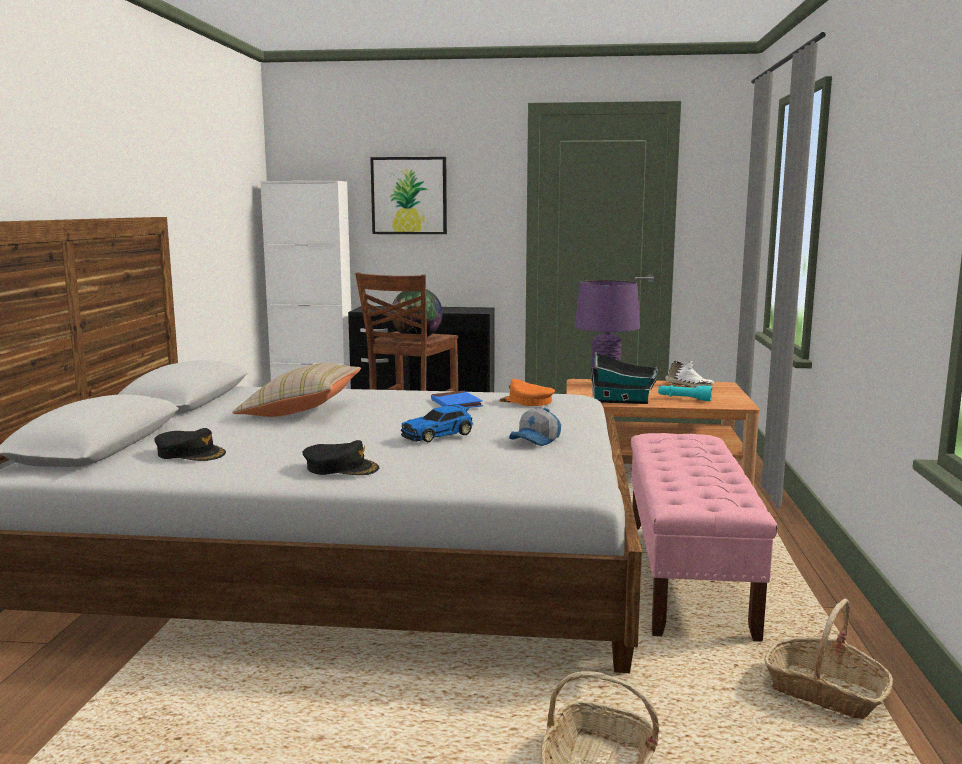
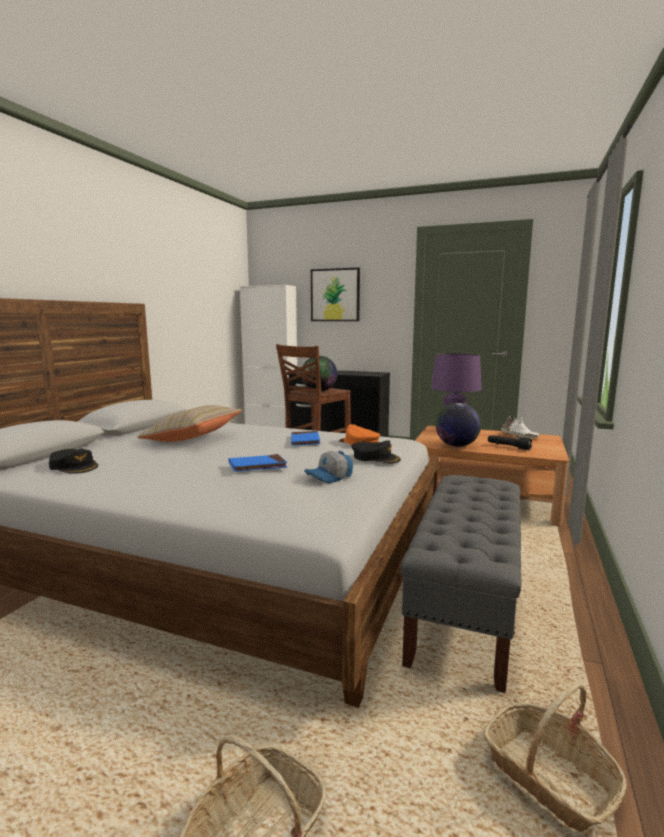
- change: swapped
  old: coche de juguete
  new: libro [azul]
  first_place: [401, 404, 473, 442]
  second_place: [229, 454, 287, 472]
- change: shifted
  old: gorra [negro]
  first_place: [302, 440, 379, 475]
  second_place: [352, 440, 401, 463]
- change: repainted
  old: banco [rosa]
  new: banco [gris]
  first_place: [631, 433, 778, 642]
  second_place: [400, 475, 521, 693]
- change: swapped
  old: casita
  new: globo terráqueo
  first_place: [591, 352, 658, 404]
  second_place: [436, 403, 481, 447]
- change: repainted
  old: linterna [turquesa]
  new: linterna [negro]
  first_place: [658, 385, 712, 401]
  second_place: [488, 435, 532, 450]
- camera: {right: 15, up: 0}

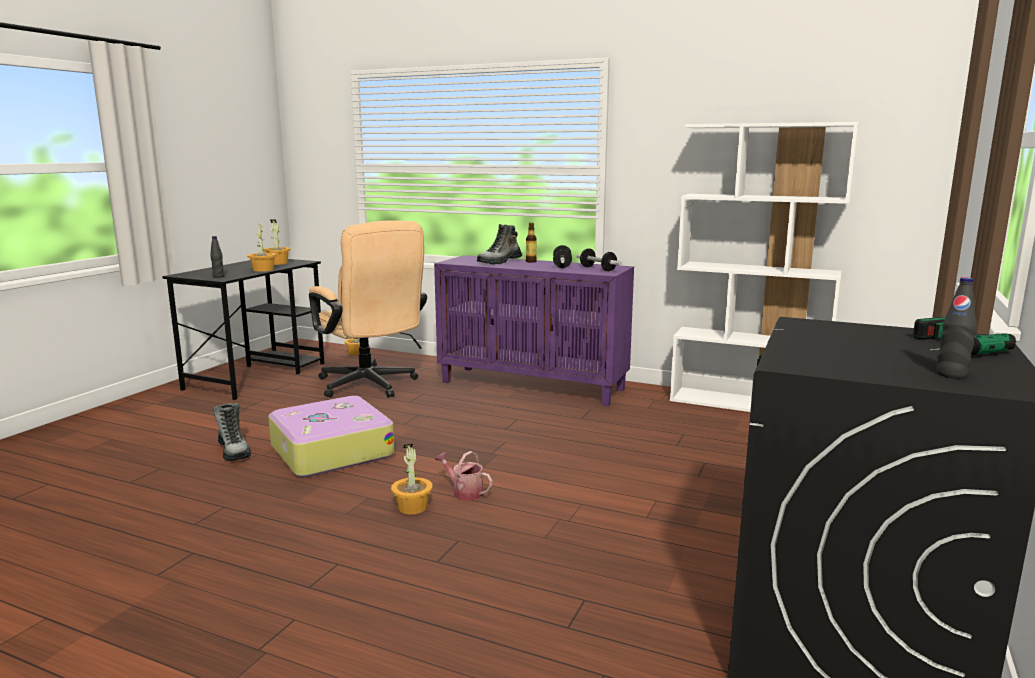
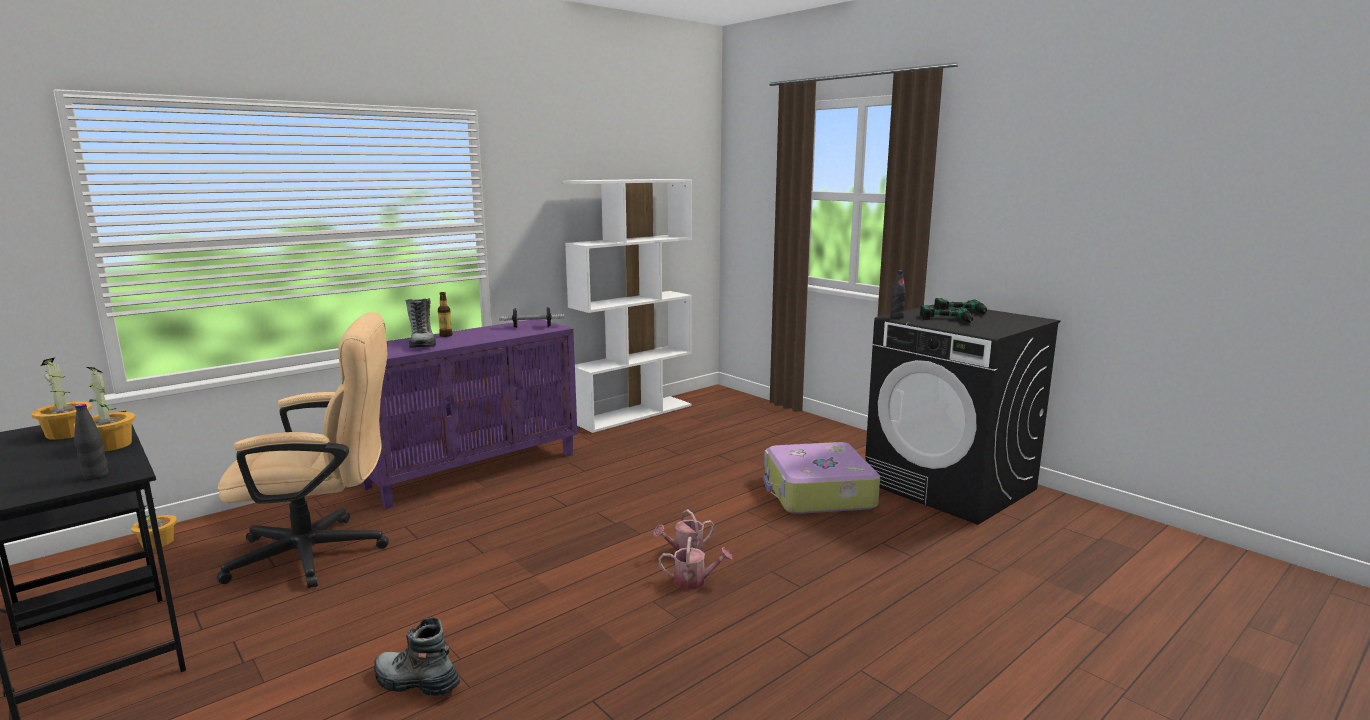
- change: rotated
  old: bota
  first_place: [213, 403, 251, 461]
  second_place: [374, 617, 460, 696]
  degrees: -150
- change: swapped
  old: planta en maceta
  new: regadera
  first_place: [391, 444, 433, 514]
  second_place: [659, 537, 733, 590]
- change: shifted
  old: maleta
  first_place: [268, 396, 395, 477]
  second_place: [764, 442, 880, 514]
- change: shifted
  old: botella [negro]
  first_place: [936, 277, 977, 378]
  second_place: [891, 271, 906, 318]
- change: new
  new: taladro
  second_place: [920, 305, 973, 323]
- change: gone
  old: mancuerna
  first_place: [553, 245, 572, 268]
- camera: {right: -65, up: 0}

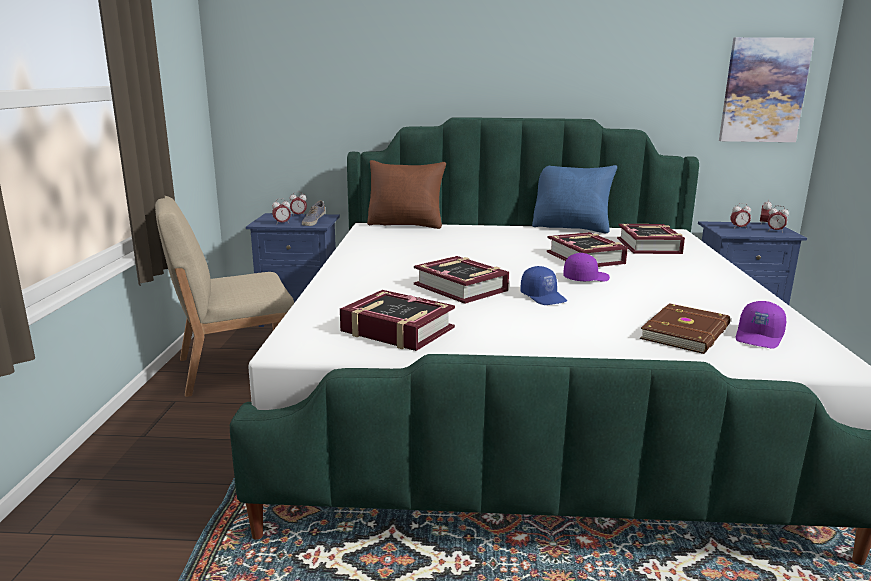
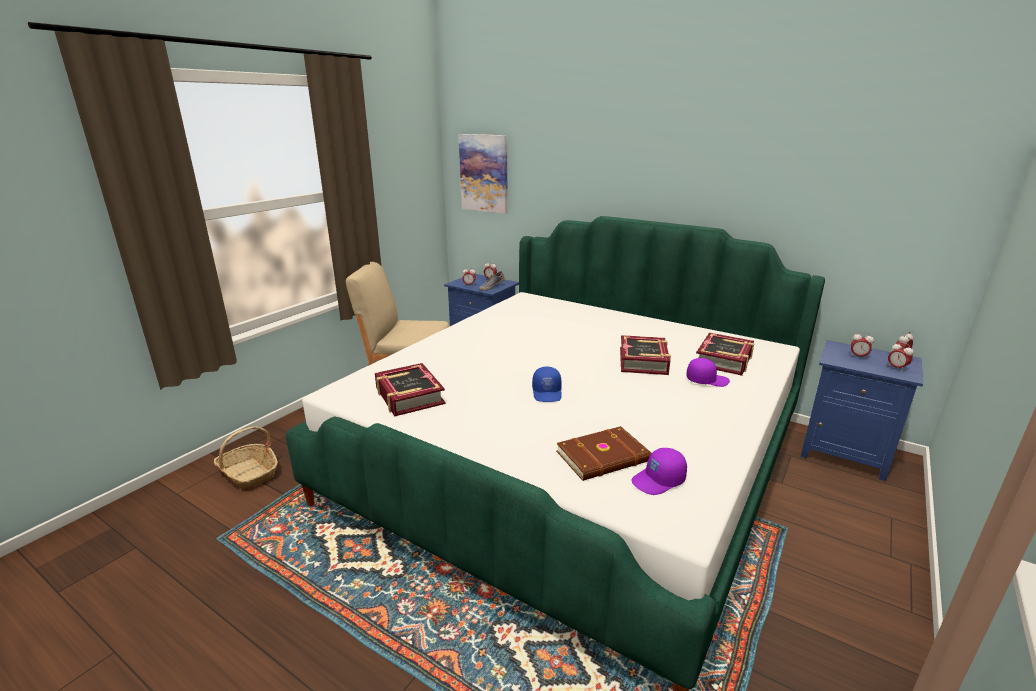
- change: new
  new: cesta
  second_place: [214, 426, 278, 490]
- change: shifted
  old: cuadro
  first_place: [719, 37, 814, 142]
  second_place: [459, 134, 508, 214]
- change: shifted
  old: gorra [morado]
  first_place: [563, 253, 610, 282]
  second_place: [686, 358, 730, 387]
- change: gone
  old: cojín [marrón]
  first_place: [367, 160, 446, 229]
- change: gone
  old: libro
  first_place: [414, 256, 509, 304]
- change: gone
  old: cojín [azul]
  first_place: [532, 165, 617, 233]
- camera: {right: 30, up: 5}

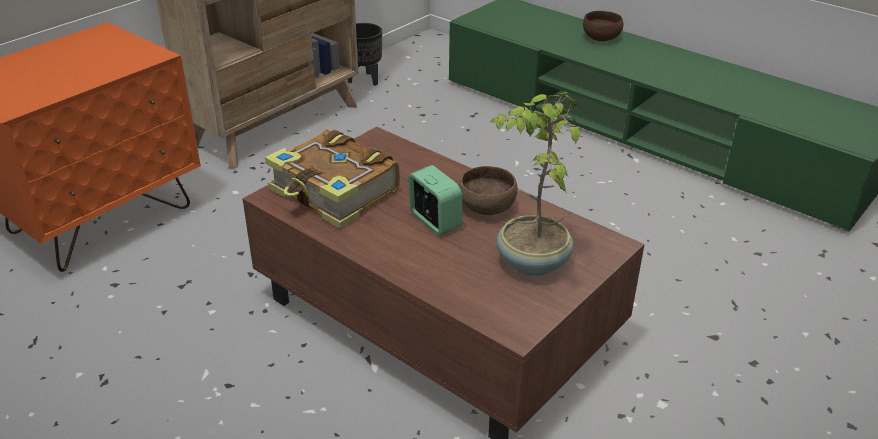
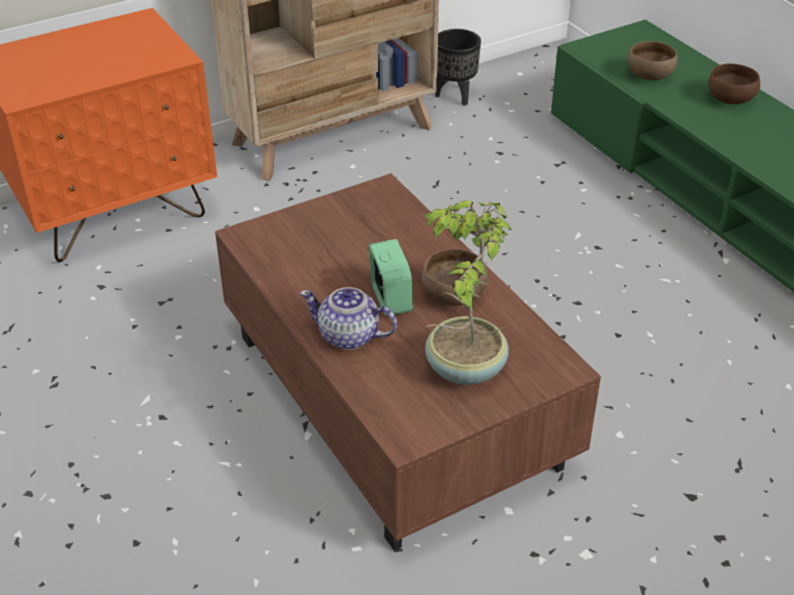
- change: new
  new: tetera
  second_place: [300, 287, 397, 350]
- change: new
  new: cuenco [marrón]
  second_place: [628, 41, 677, 80]
- change: gone
  old: libro
  first_place: [265, 129, 400, 229]
- camera: {right: 20, up: 5}

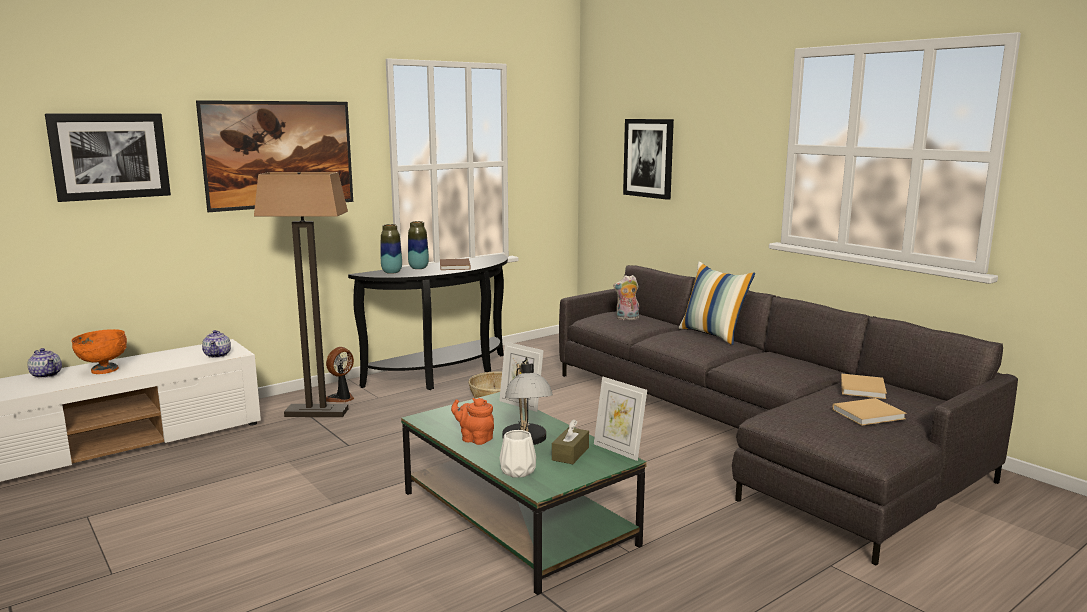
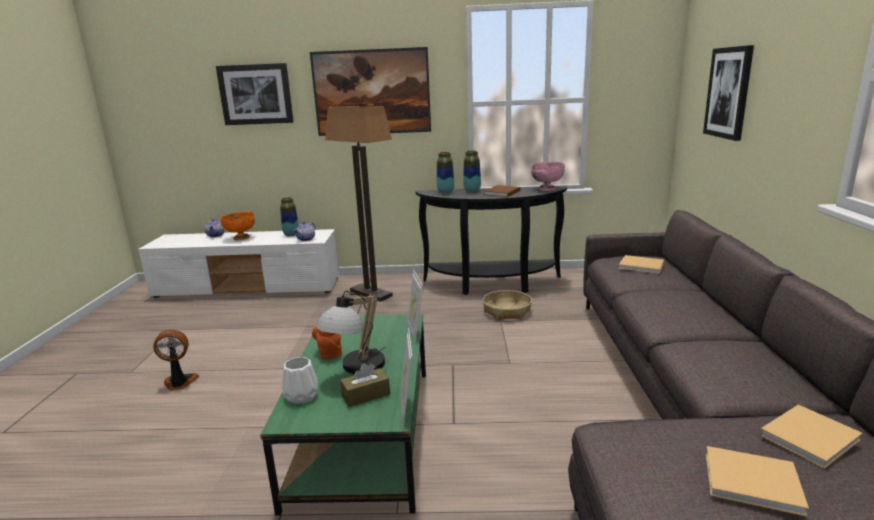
- change: shifted
  old: ventilador
  first_place: [326, 347, 354, 402]
  second_place: [153, 329, 199, 391]
- change: new
  new: florero
  second_place: [280, 197, 299, 236]
- change: new
  new: cuenco [rosa]
  second_place: [531, 162, 565, 191]
- change: swapped
  old: peluche
  new: libro [beis]
  first_place: [613, 275, 639, 320]
  second_place: [618, 255, 664, 274]
- change: gone
  old: cojín
  first_place: [679, 262, 755, 345]
- camera: {right: 40, up: 5}

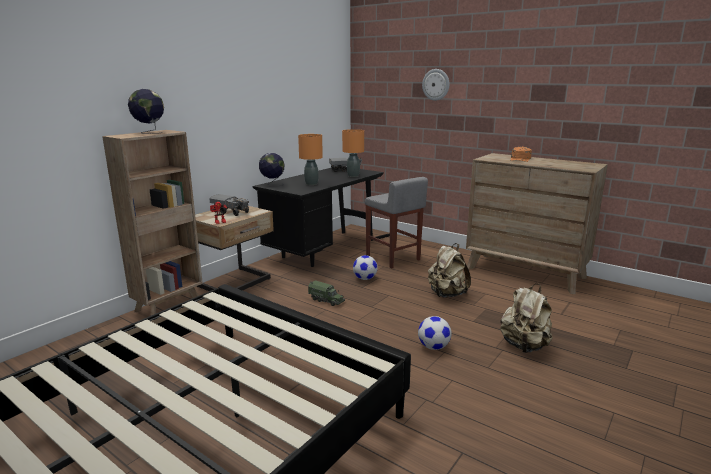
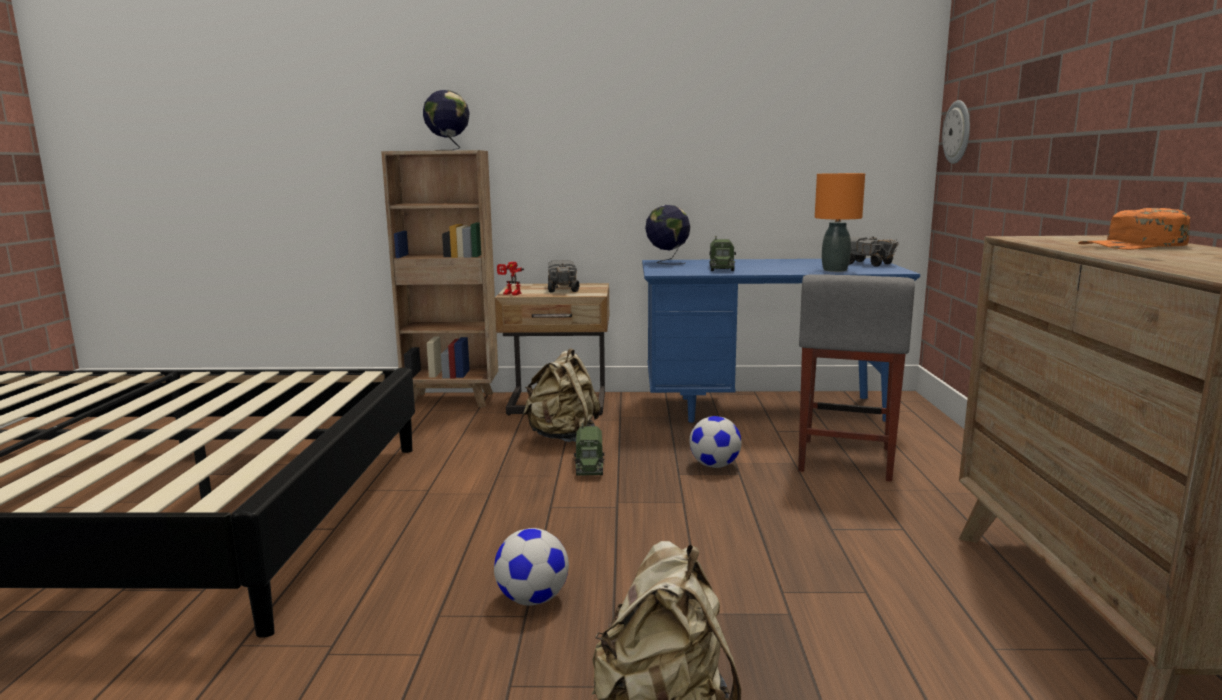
- change: shifted
  old: mochila [beis]
  first_place: [428, 243, 471, 298]
  second_place: [523, 348, 601, 442]
- change: repainted
  old: escritorio [negro]
  new: escritorio [azul]
  first_place: [253, 168, 384, 267]
  second_place: [642, 258, 920, 423]
- change: swapped
  old: lámpara de mesa [naranja]
  new: camión de juguete
  first_place: [298, 134, 323, 185]
  second_place: [709, 236, 736, 271]
- change: shifted
  old: reloj de pared
  first_place: [422, 69, 449, 101]
  second_place: [942, 100, 970, 164]
- camera: {right: 55, up: -5}

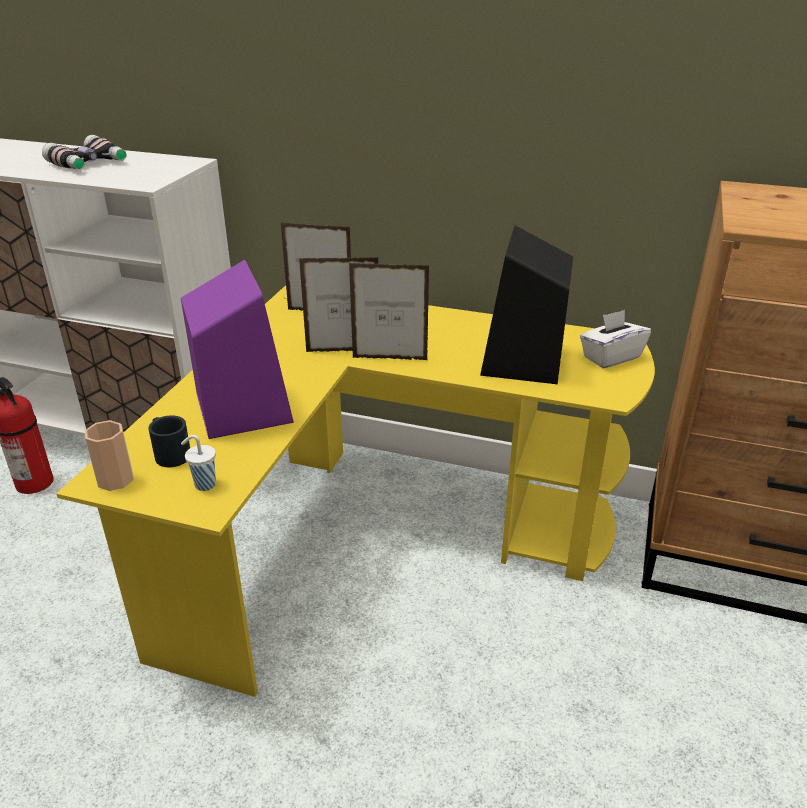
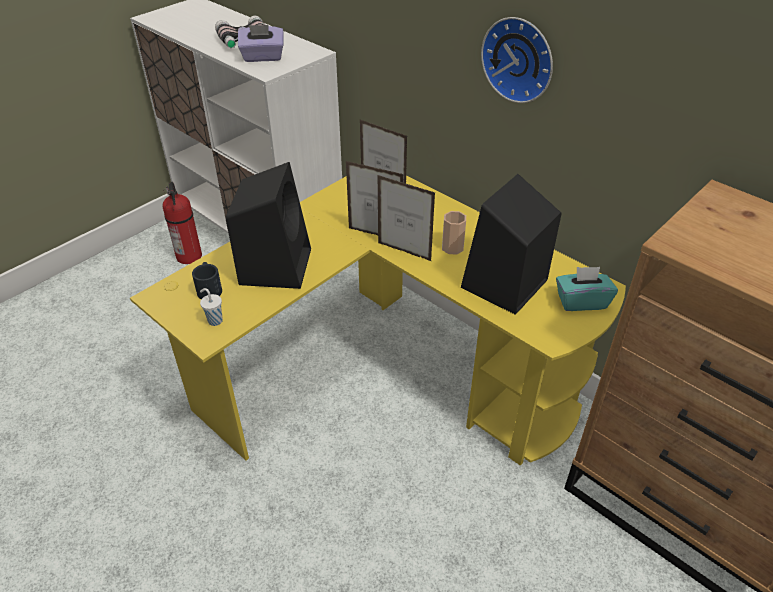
- change: repainted
  old: altavoz [morado]
  new: altavoz [negro]
  first_place: [181, 260, 294, 439]
  second_place: [226, 162, 311, 289]
- change: new
  new: caja de pañuelos [morado]
  second_place: [238, 25, 283, 62]
- change: shifted
  old: taza
  first_place: [85, 420, 134, 491]
  second_place: [442, 211, 466, 255]
- change: new
  new: reloj de pared
  second_place: [481, 17, 553, 103]
- change: repainted
  old: caja de pañuelos [blanco]
  new: caja de pañuelos [turquesa]
  first_place: [580, 310, 651, 368]
  second_place: [556, 267, 618, 311]
- camera: {right: 25, up: 10}

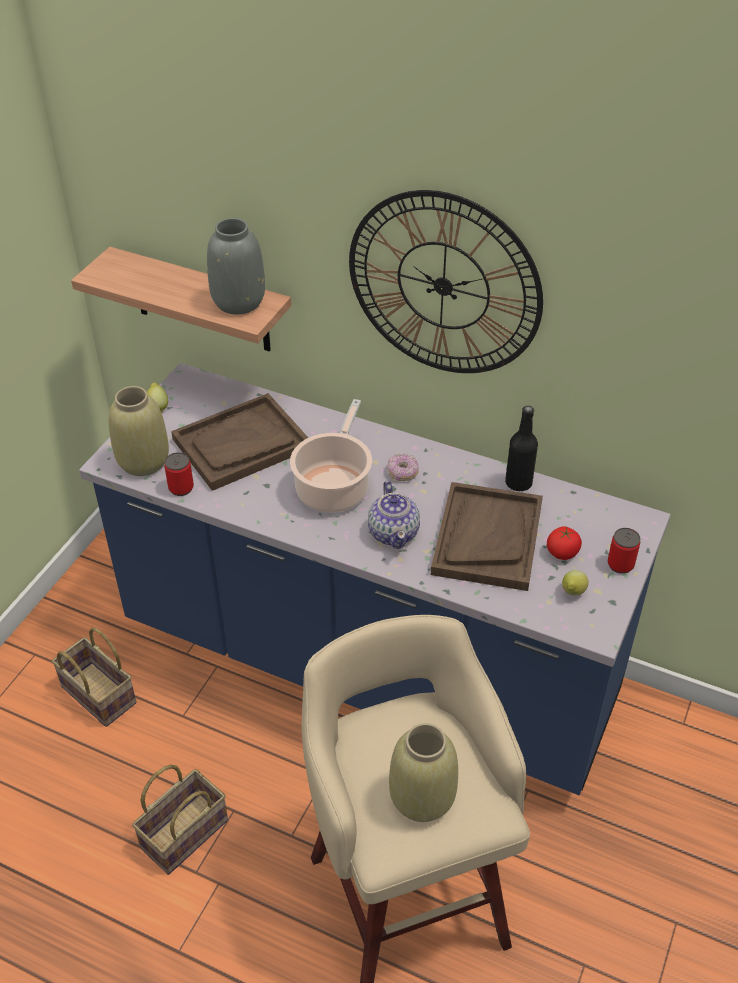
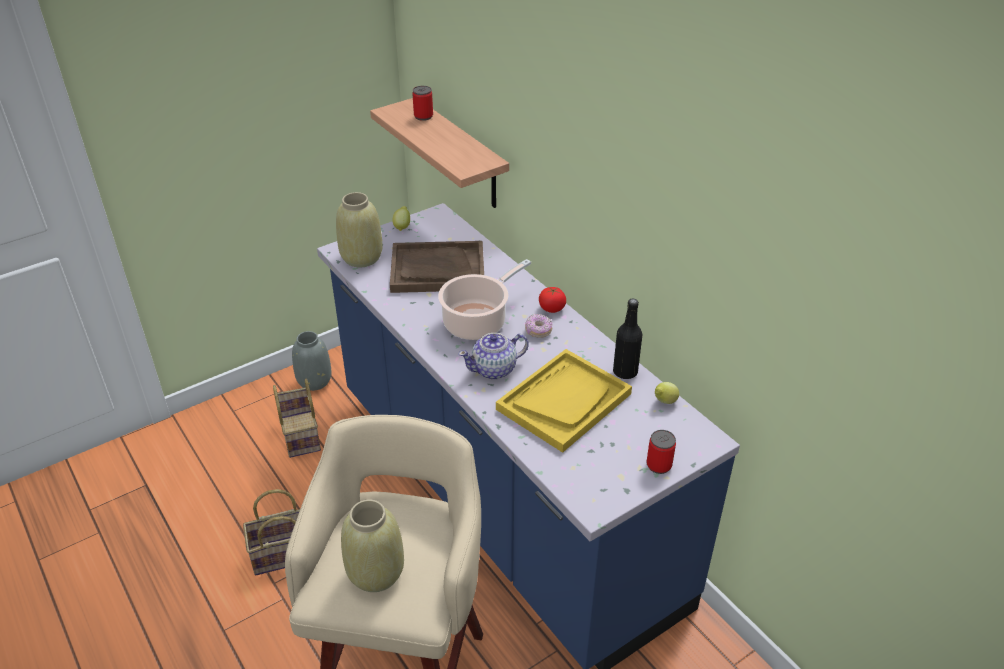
- change: shifted
  old: florero [gris]
  first_place: [207, 218, 265, 314]
  second_place: [292, 331, 332, 391]
- change: shifted
  old: lata
  first_place: [164, 452, 194, 496]
  second_place: [412, 86, 433, 121]
- change: rotated
  old: tetera
  first_place: [368, 481, 420, 549]
  second_place: [458, 333, 528, 380]
  degrees: 45
- change: repainted
  old: bandeja [marrón]
  new: bandeja [amarillo]
  first_place: [431, 482, 543, 591]
  second_place: [496, 349, 632, 453]
- change: shifted
  old: tomate
  first_place: [547, 526, 582, 560]
  second_place: [539, 287, 566, 313]
- change: shifted
  old: limón
  first_place: [562, 570, 589, 596]
  second_place: [655, 382, 679, 404]
- change: gone
  old: reloj de pared
  first_place: [349, 190, 543, 373]
- camera: {right: 30, up: -5}

